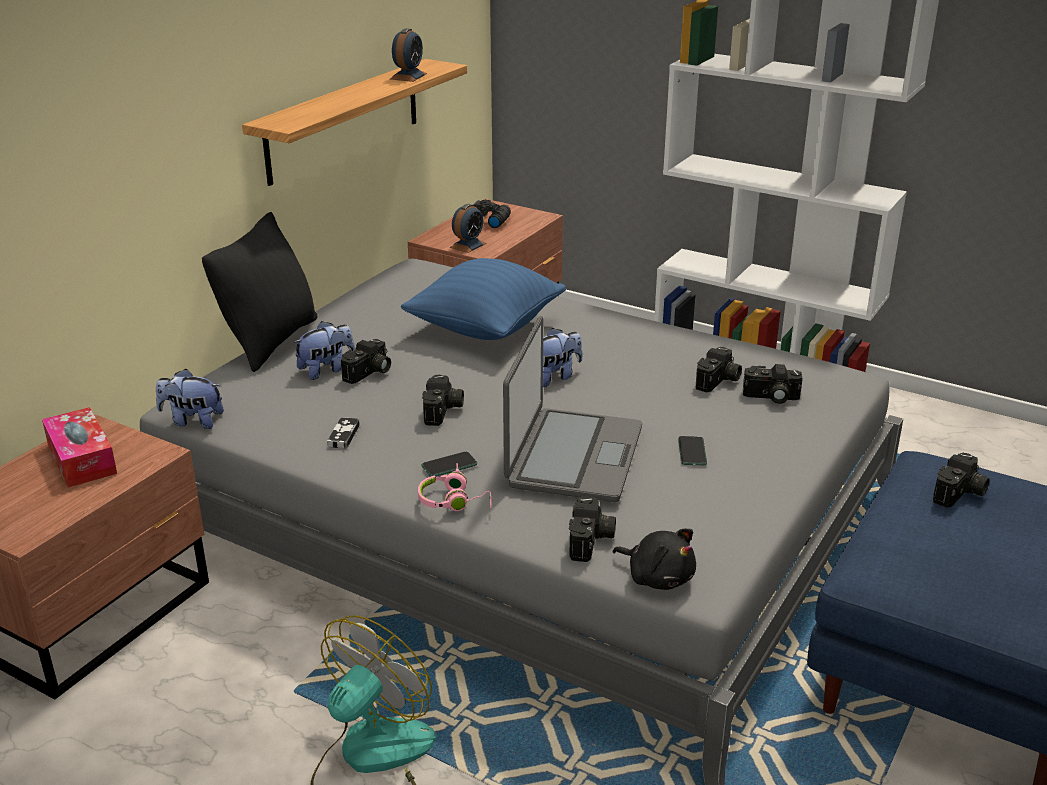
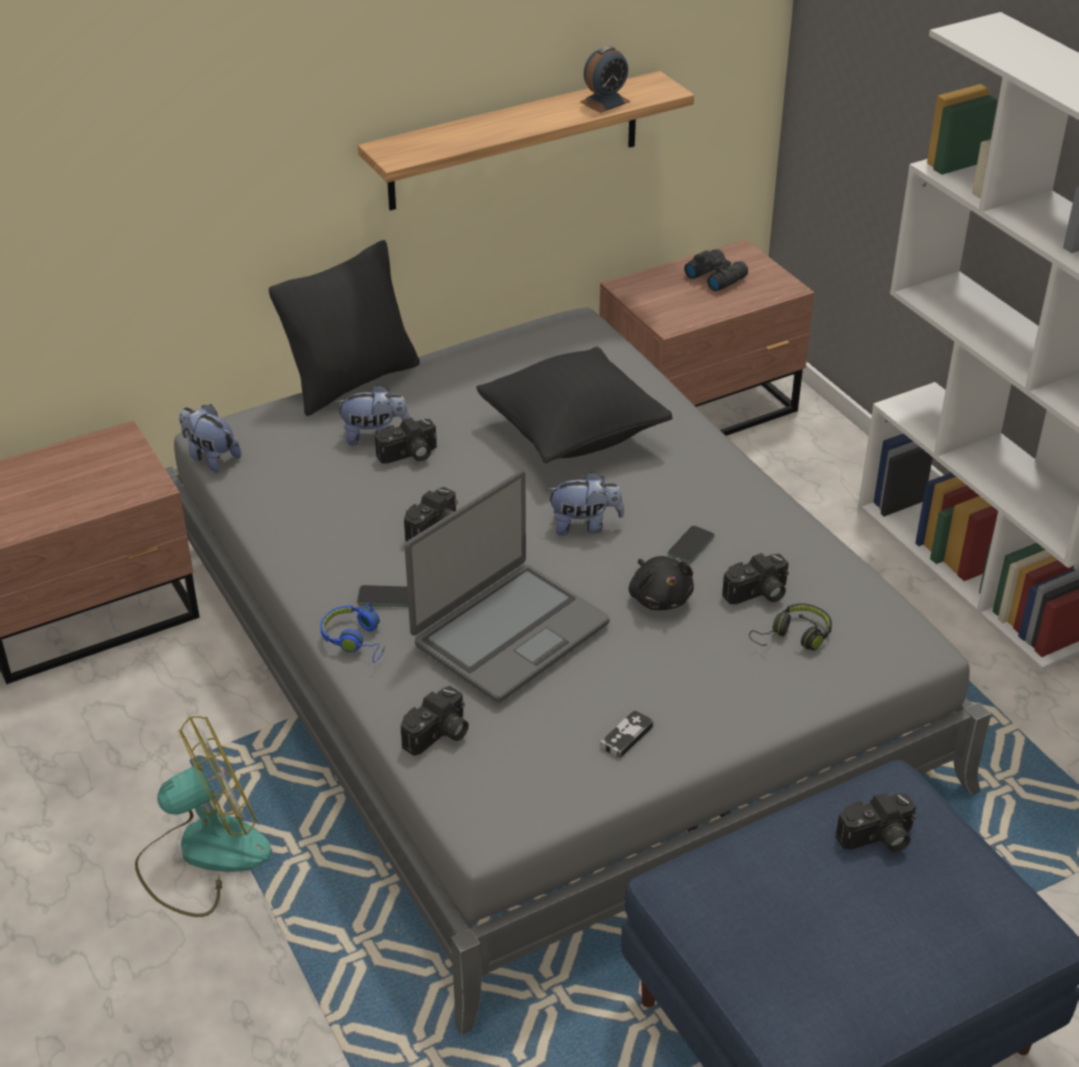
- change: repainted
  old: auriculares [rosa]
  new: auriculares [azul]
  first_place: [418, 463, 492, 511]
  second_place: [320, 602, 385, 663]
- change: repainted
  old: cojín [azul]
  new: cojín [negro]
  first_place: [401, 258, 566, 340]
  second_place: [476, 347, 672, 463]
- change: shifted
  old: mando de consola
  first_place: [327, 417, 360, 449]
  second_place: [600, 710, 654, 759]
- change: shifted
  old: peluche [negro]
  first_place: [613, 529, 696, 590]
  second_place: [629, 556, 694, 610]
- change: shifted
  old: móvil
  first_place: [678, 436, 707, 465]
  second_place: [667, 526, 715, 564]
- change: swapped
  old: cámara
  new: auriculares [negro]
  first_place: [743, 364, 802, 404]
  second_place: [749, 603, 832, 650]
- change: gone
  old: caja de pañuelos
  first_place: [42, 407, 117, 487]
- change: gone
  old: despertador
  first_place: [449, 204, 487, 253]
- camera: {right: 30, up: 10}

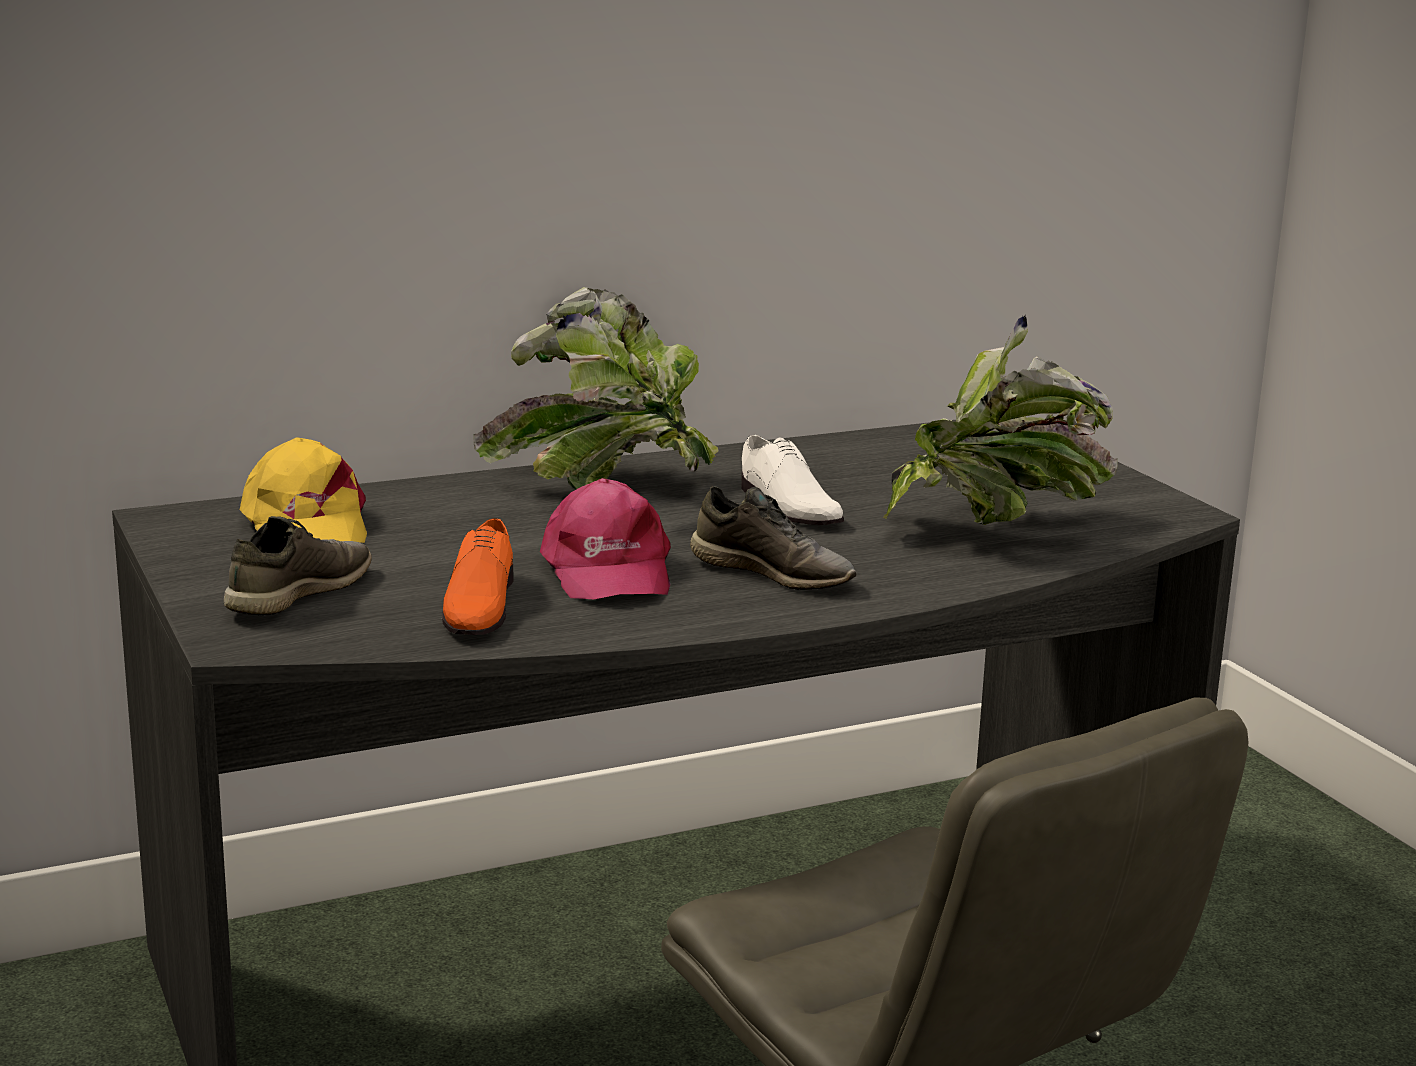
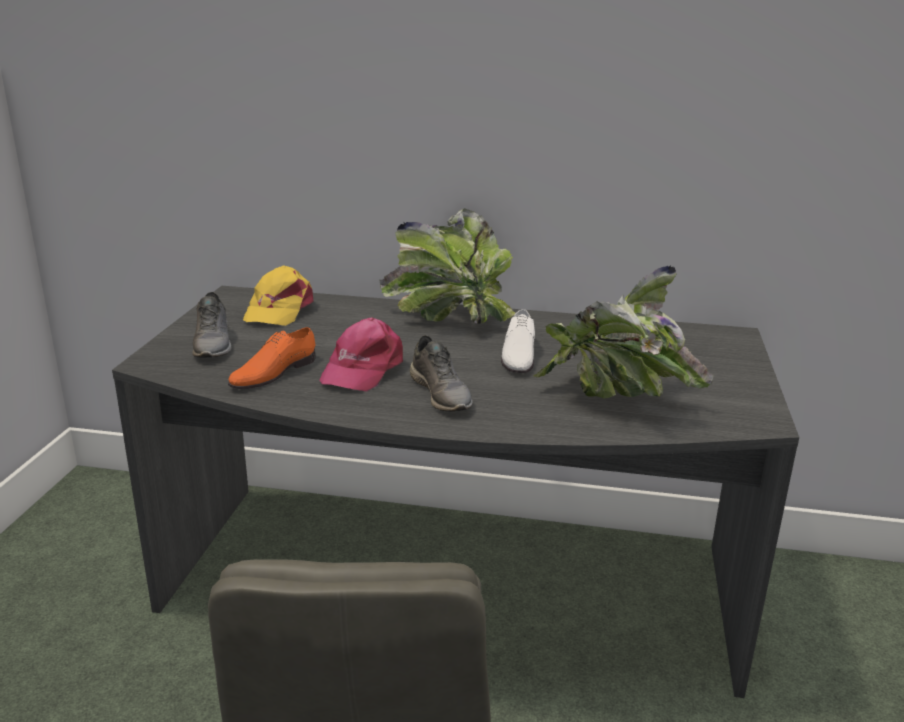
- change: rotated
  old: zapato [gris]
  first_place: [224, 516, 372, 615]
  second_place: [192, 292, 231, 358]
  degrees: 105
- camera: {right: 35, up: 5}

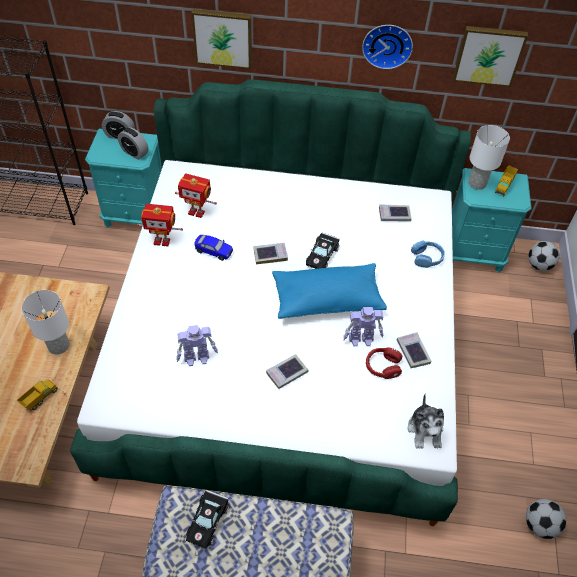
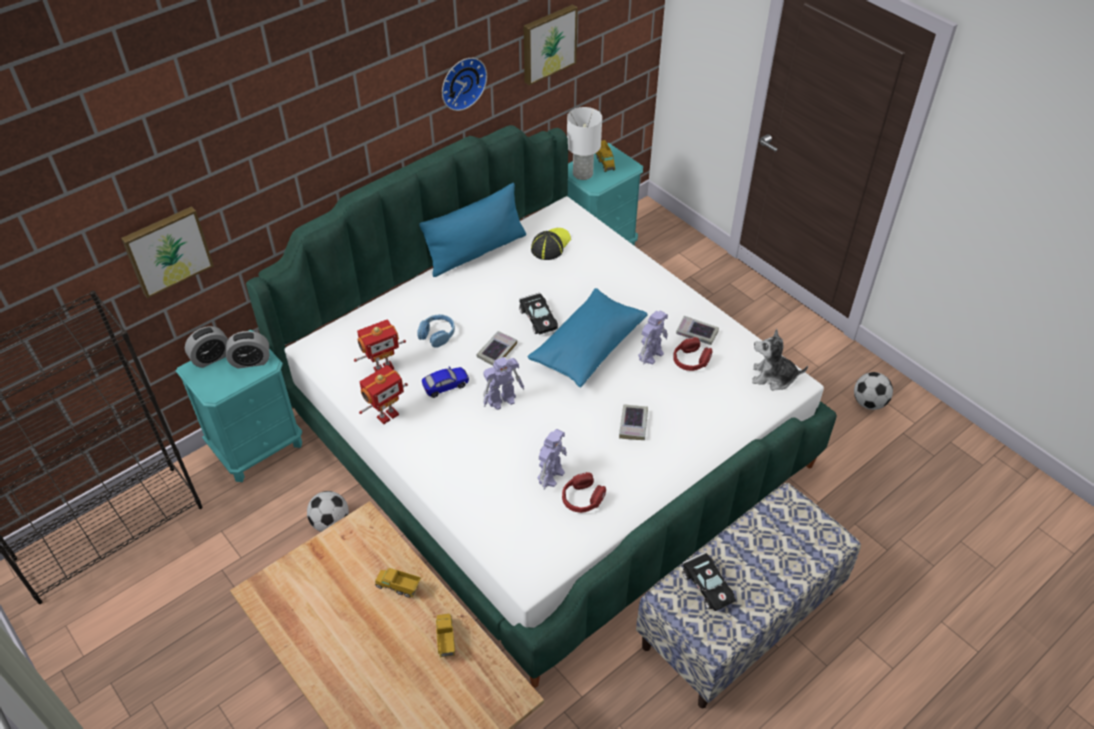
- change: shifted
  old: cuadro
  first_place: [192, 9, 252, 69]
  second_place: [121, 206, 214, 298]
- change: shifted
  old: balón de fútbol
  first_place: [528, 241, 560, 271]
  second_place: [307, 491, 349, 532]
- change: swapped
  old: lámpara de mesa [blanco]
  new: camión de juguete
  first_place: [22, 290, 70, 355]
  second_place: [375, 568, 421, 598]
- change: shifted
  old: auriculares [azul]
  first_place: [411, 241, 445, 268]
  second_place: [417, 314, 455, 348]
- change: new
  new: cojín [azul]
  second_place: [419, 183, 526, 277]
- change: new
  new: robot de juguete
  second_place: [483, 357, 524, 410]
- change: swapped
  old: libro
  new: gorra
  first_place: [379, 204, 412, 221]
  second_place: [531, 228, 571, 260]
- change: new
  new: auriculares [rojo]
  second_place: [562, 472, 606, 513]
- change: rotated
  old: peluche
  first_place: [408, 393, 444, 449]
  second_place: [752, 329, 808, 390]
  degrees: 150
- camera: {right: -45, up: -5}

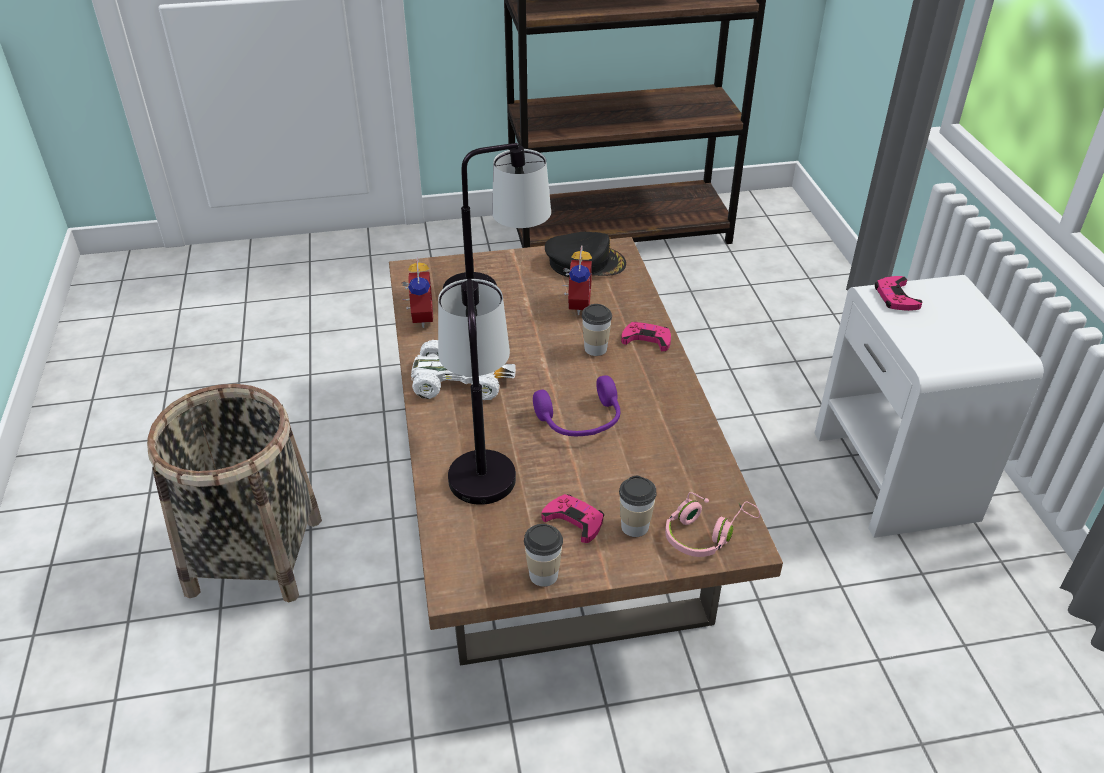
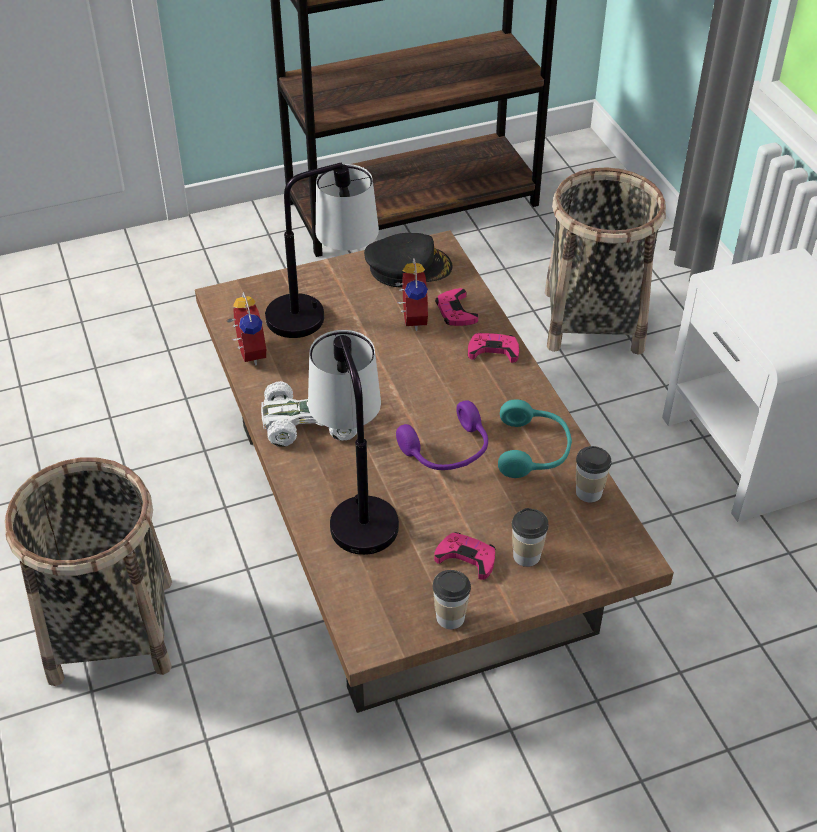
- change: shifted
  old: mando de consola [rosa]
  first_place: [875, 276, 922, 311]
  second_place: [435, 288, 478, 326]
- change: new
  new: auriculares [turquesa]
  second_place: [498, 399, 572, 478]
- change: new
  new: cesta
  second_place: [545, 167, 666, 355]
- change: shifted
  old: taza
  first_place: [582, 304, 612, 356]
  second_place: [576, 446, 611, 502]
- change: gone
  old: auriculares [rosa]
  first_place: [665, 492, 760, 557]
- camera: {right: -10, up: 5}

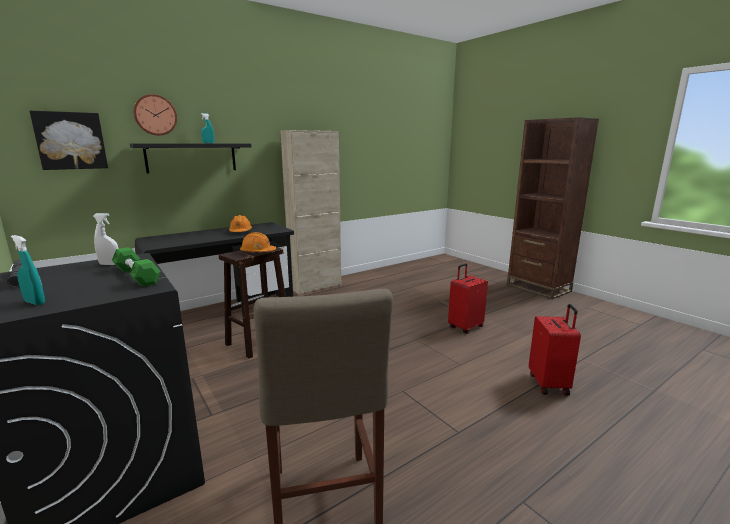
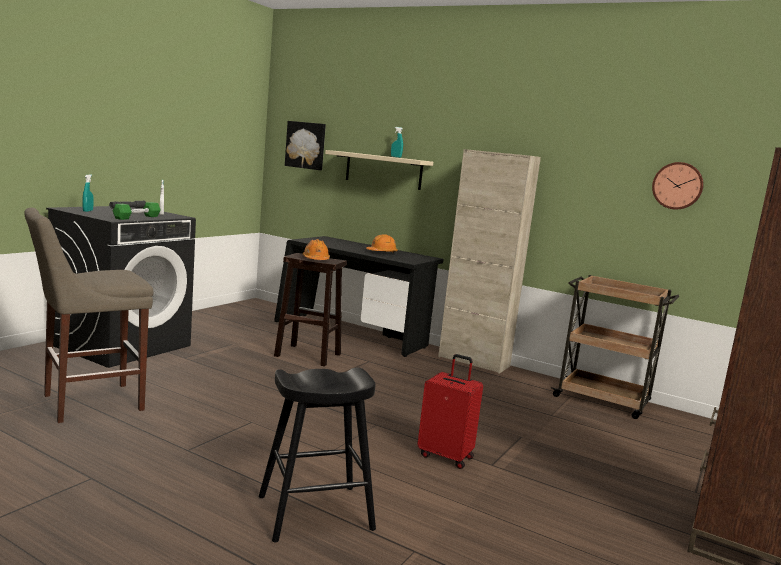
- change: swapped
  old: maleta [rojo]
  new: taburete [negro]
  first_place: [529, 304, 581, 395]
  second_place: [259, 368, 376, 543]
- change: repainted
  old: estante [negro]
  new: estante [beis]
  first_place: [130, 143, 251, 174]
  second_place: [325, 150, 433, 190]
- change: new
  new: carrito [marrón]
  second_place: [551, 275, 679, 419]
- change: shifted
  old: reloj de pared
  first_place: [133, 94, 177, 135]
  second_place: [652, 162, 704, 210]
- camera: {right: 65, up: -5}

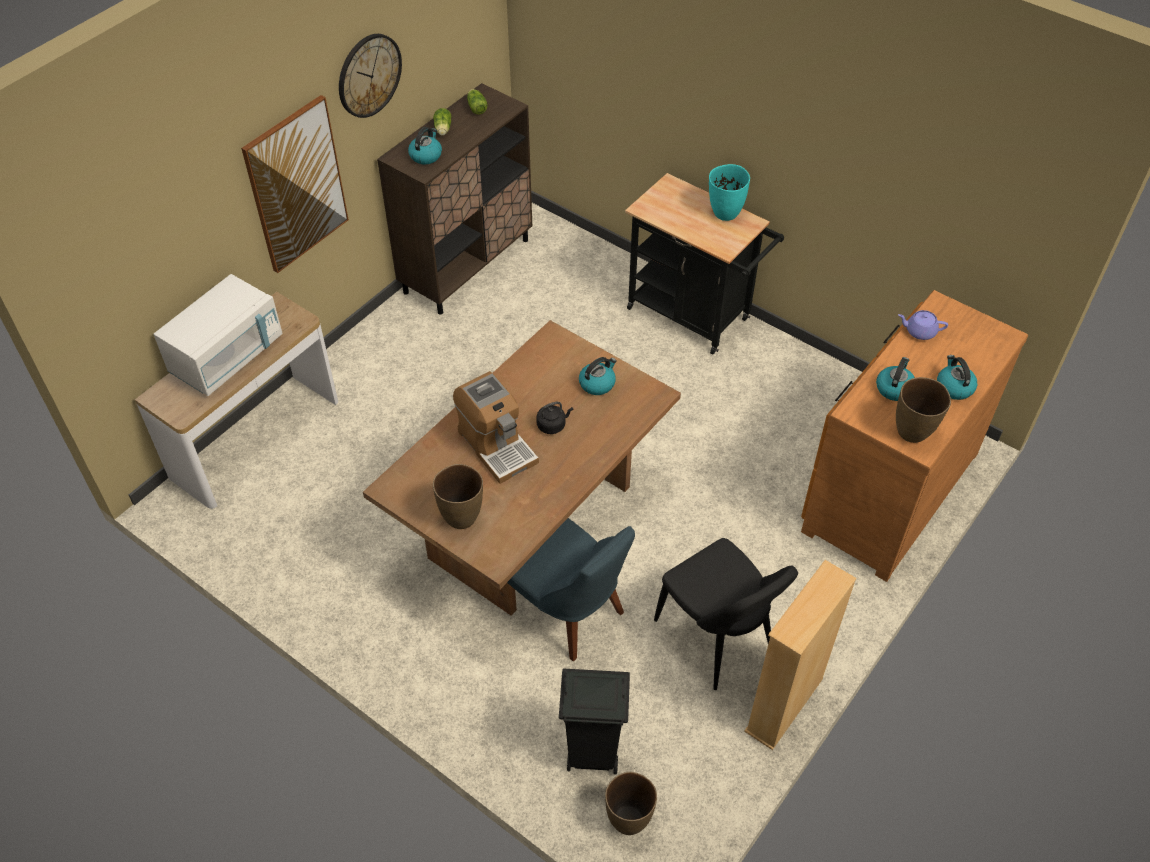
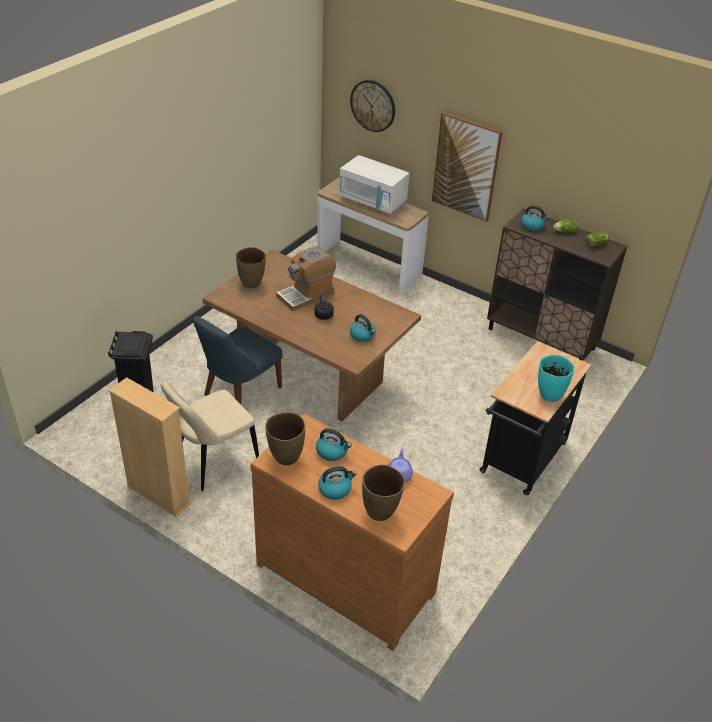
- change: repainted
  old: silla [negro]
  new: silla [beis]
  first_place: [654, 538, 798, 690]
  second_place: [160, 381, 259, 491]
- change: shifted
  old: reloj de pared
  first_place: [339, 34, 402, 118]
  second_place: [350, 80, 395, 132]
- change: shifted
  old: florero [marrón]
  first_place: [605, 772, 657, 835]
  second_place: [362, 464, 405, 521]
- camera: {right: 85, up: -10}

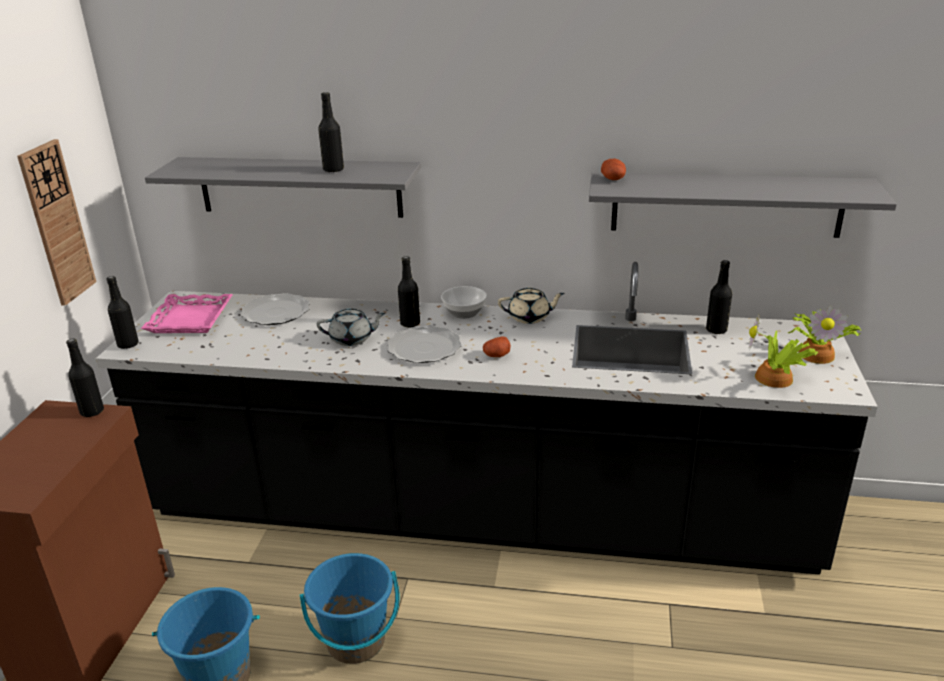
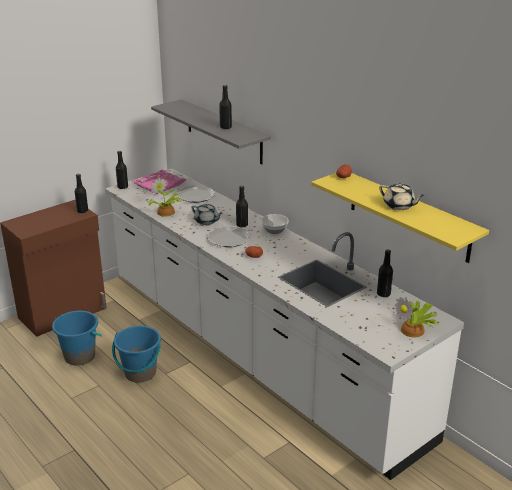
- change: repainted
  old: mueble bajo de cocina [negro]
  new: mueble bajo de cocina [blanco]
  first_place: [96, 262, 878, 575]
  second_place: [105, 168, 464, 480]
- change: shifted
  old: planta en maceta
  first_place: [748, 315, 819, 388]
  second_place: [149, 177, 183, 217]
- change: repainted
  old: estante [gris]
  new: estante [amarillo]
  first_place: [589, 172, 897, 238]
  second_place: [311, 173, 489, 263]
- change: shifted
  old: tetera [beis]
  first_place: [498, 287, 565, 324]
  second_place: [379, 183, 425, 210]
- change: gone
  old: reloj de pared
  first_place: [17, 139, 96, 306]
- camera: {right: 40, up: 0}

